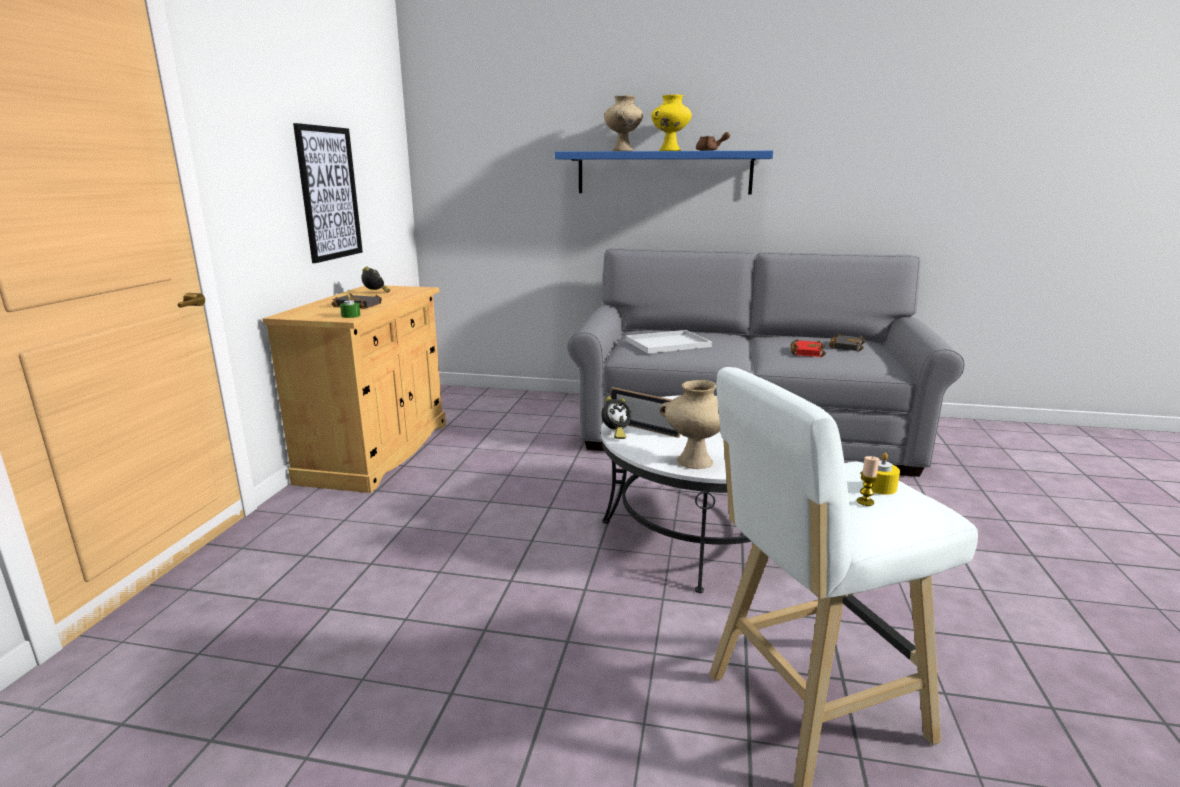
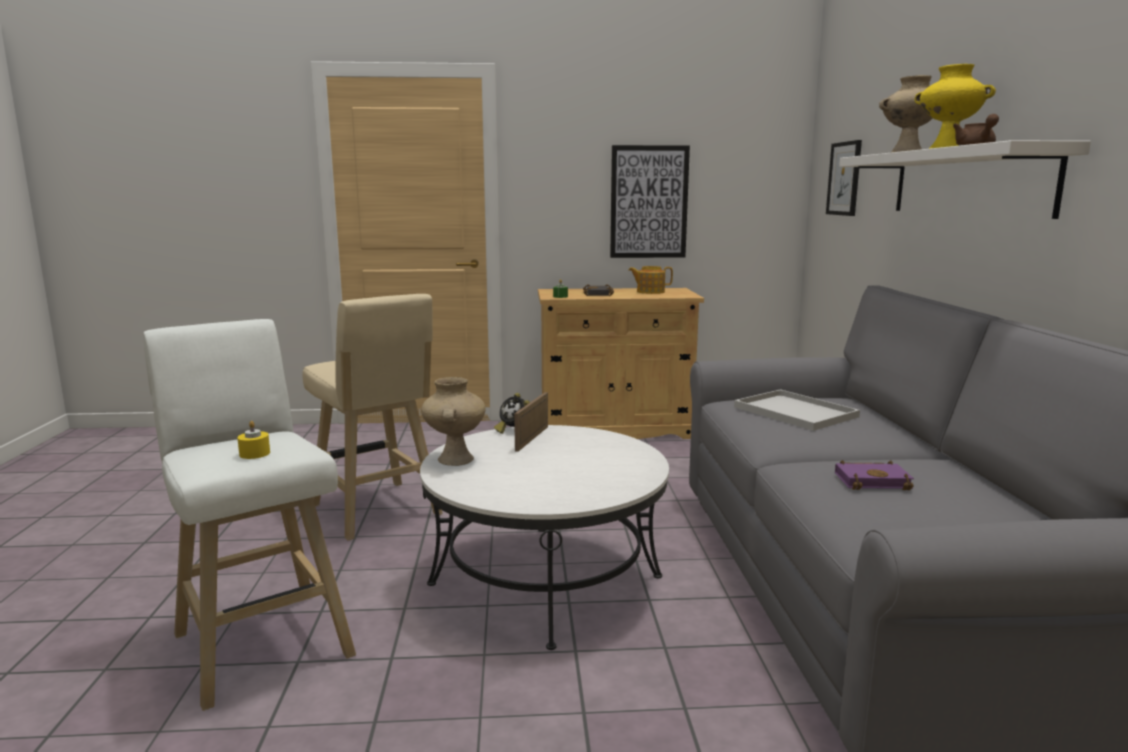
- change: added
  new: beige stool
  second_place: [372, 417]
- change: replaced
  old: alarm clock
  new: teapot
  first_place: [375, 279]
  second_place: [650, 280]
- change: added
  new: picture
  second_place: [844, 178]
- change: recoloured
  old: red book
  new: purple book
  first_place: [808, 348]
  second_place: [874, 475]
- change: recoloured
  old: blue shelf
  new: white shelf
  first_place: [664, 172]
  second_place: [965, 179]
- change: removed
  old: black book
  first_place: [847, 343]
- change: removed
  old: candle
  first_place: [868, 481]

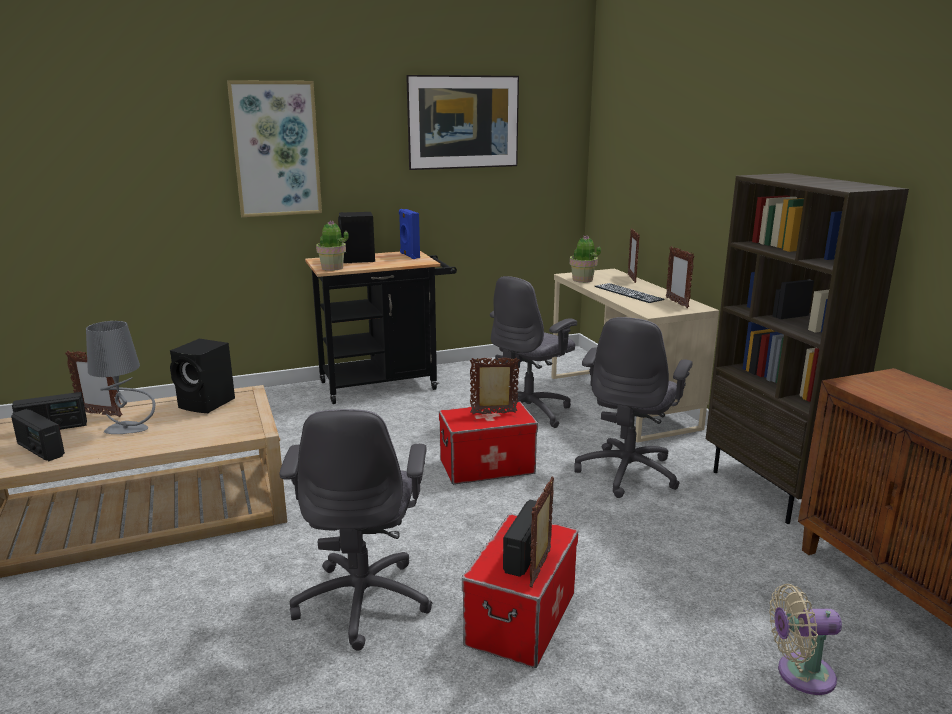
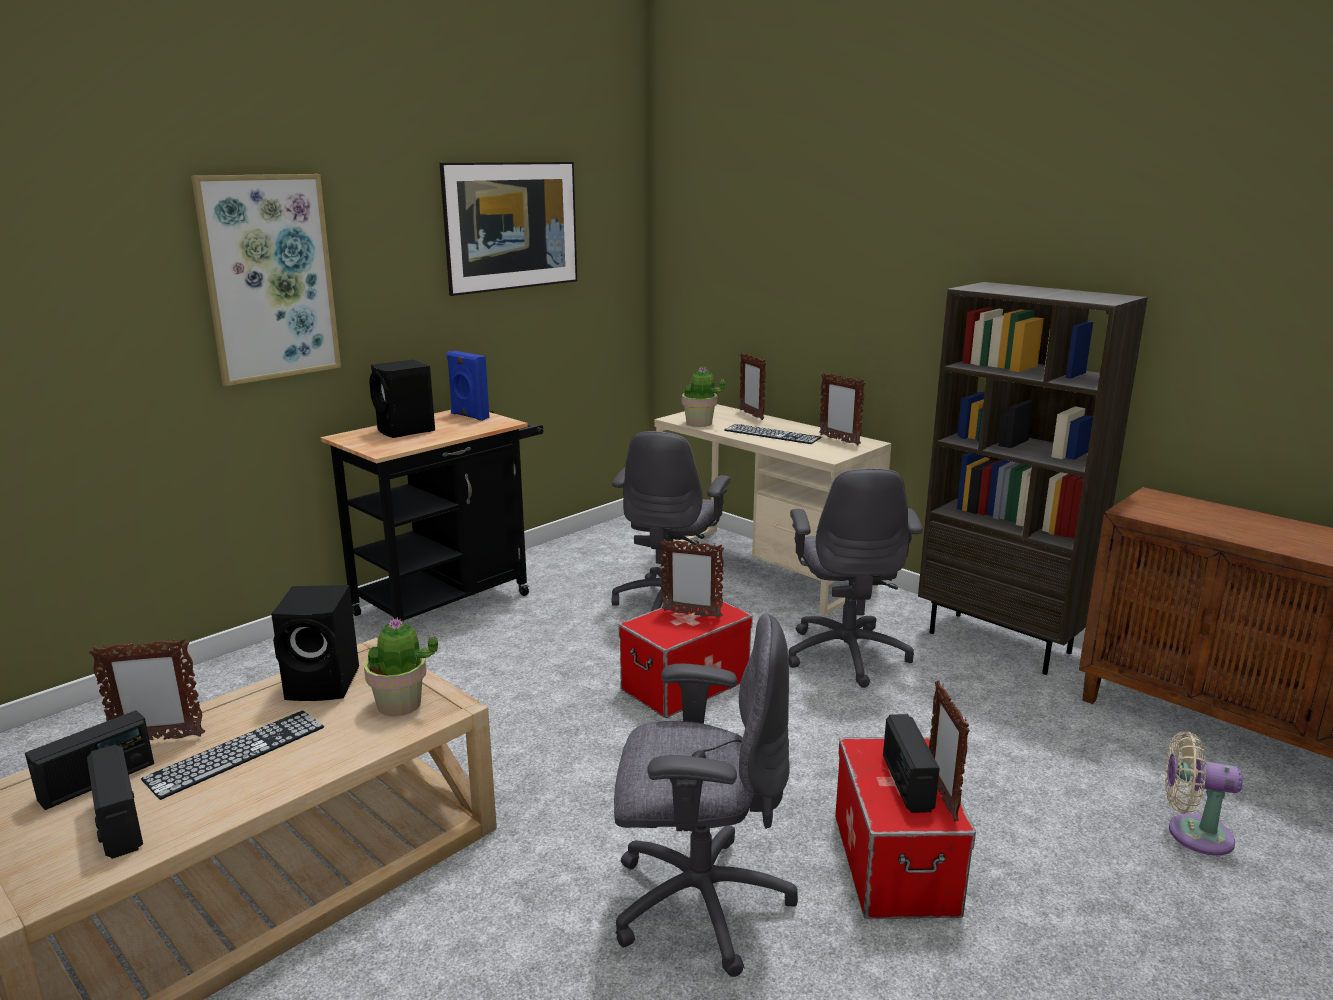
- change: turned
  old: radio
  first_place: [38, 435]
  second_place: [115, 802]
  degrees: 45
- change: replaced
  old: grey table lamp
  new: keyboard
  first_place: [120, 377]
  second_place: [232, 755]
- change: moved
  old: potted plant
  first_place: [332, 245]
  second_place: [401, 666]
- change: turned
  old: grey office chair
  first_place: [356, 529]
  second_place: [706, 795]
  degrees: -60
- change: turned
  old: picture frame
  first_place: [495, 386]
  second_place: [692, 578]
  degrees: -135
- change: turned
  old: beige fan
  first_place: [805, 639]
  second_place: [1204, 793]
  degrees: 45

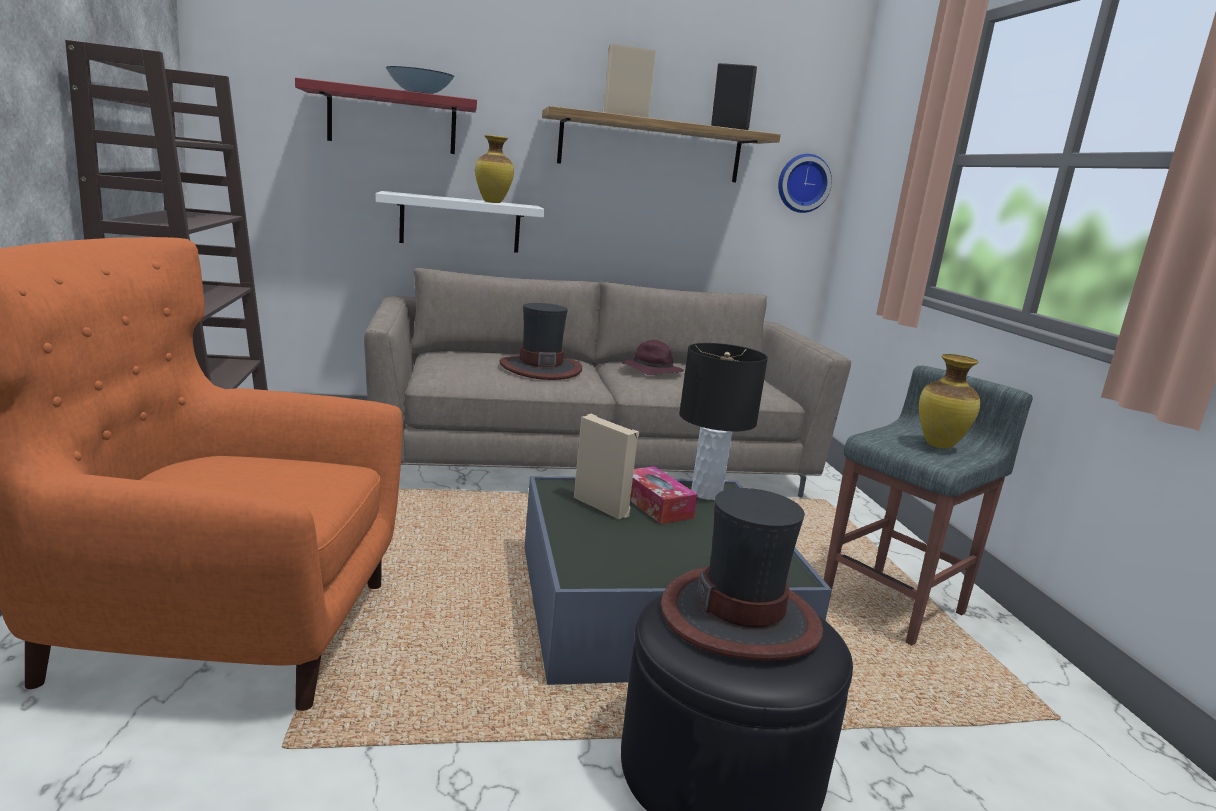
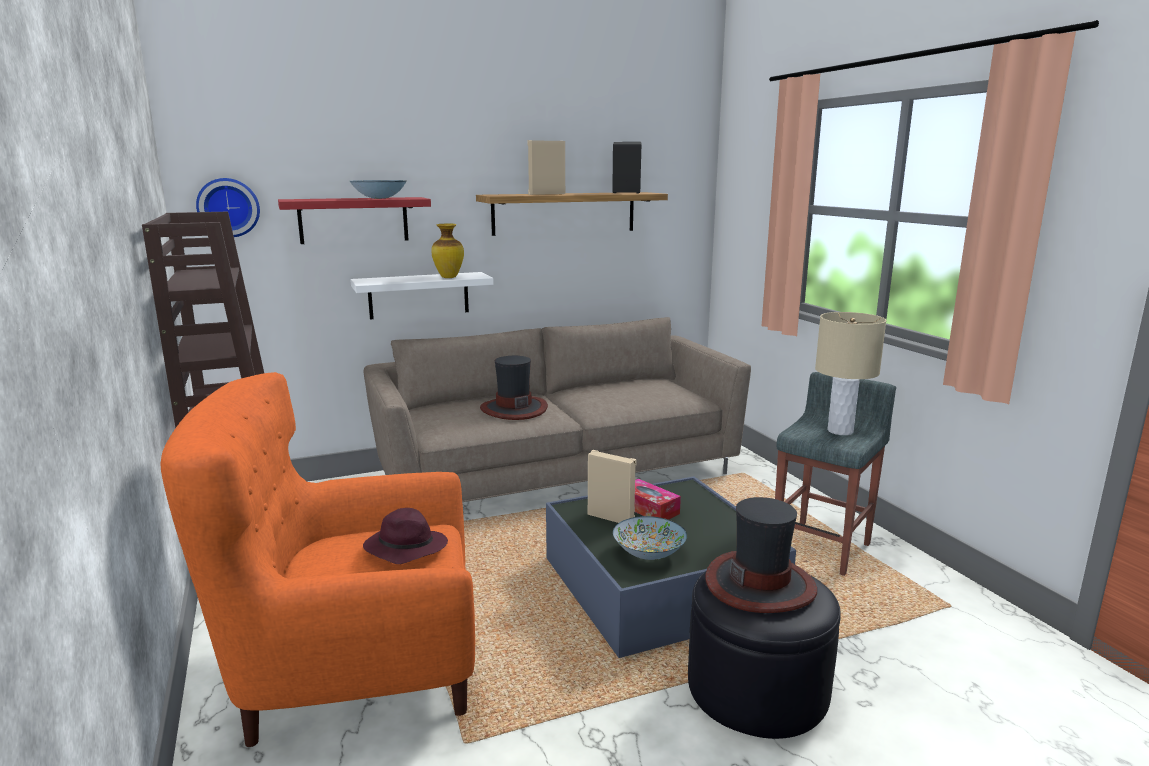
- change: moved
  old: wall clock
  first_place: [805, 183]
  second_place: [228, 207]
- change: moved
  old: purple hat
  first_place: [652, 357]
  second_place: [405, 536]
- change: added
  new: bowl
  second_place: [650, 538]
- change: replaced
  old: vase
  new: beige table lamp
  first_place: [949, 401]
  second_place: [851, 373]
- change: removed
  old: black table lamp
  first_place: [723, 421]

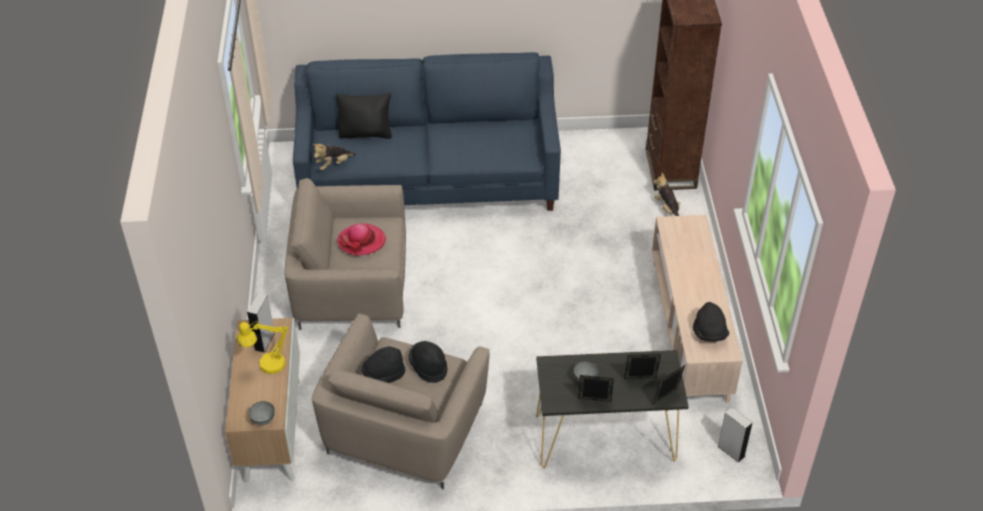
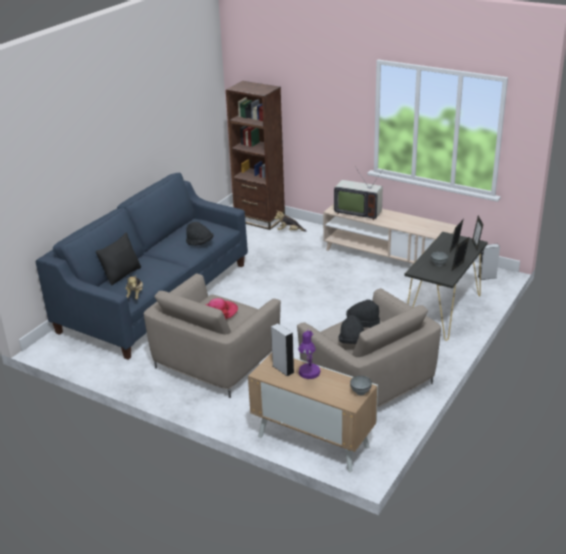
- change: moved
  old: black hat
  first_place: [711, 322]
  second_place: [200, 234]
- change: recoloured
  old: yellow table lamp
  new: purple table lamp
  first_place: [262, 348]
  second_place: [309, 354]
- change: added
  new: television
  second_place: [358, 194]

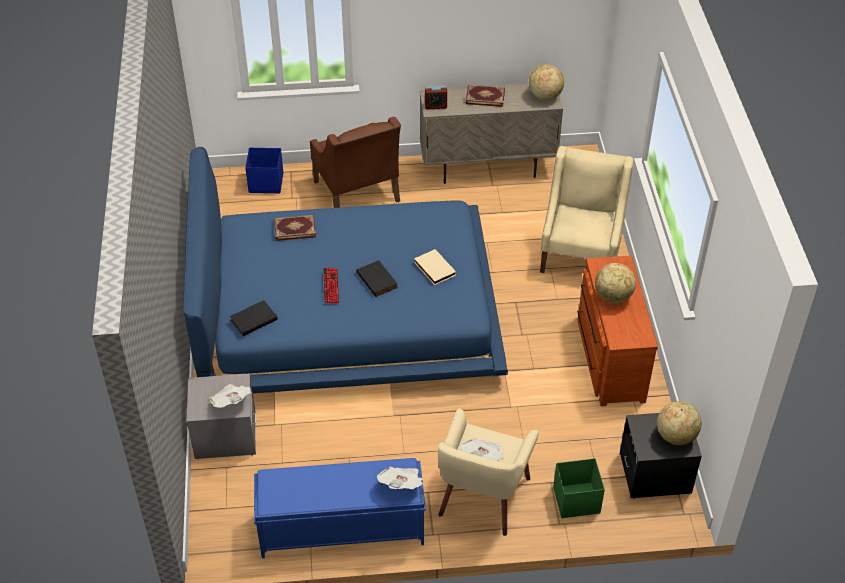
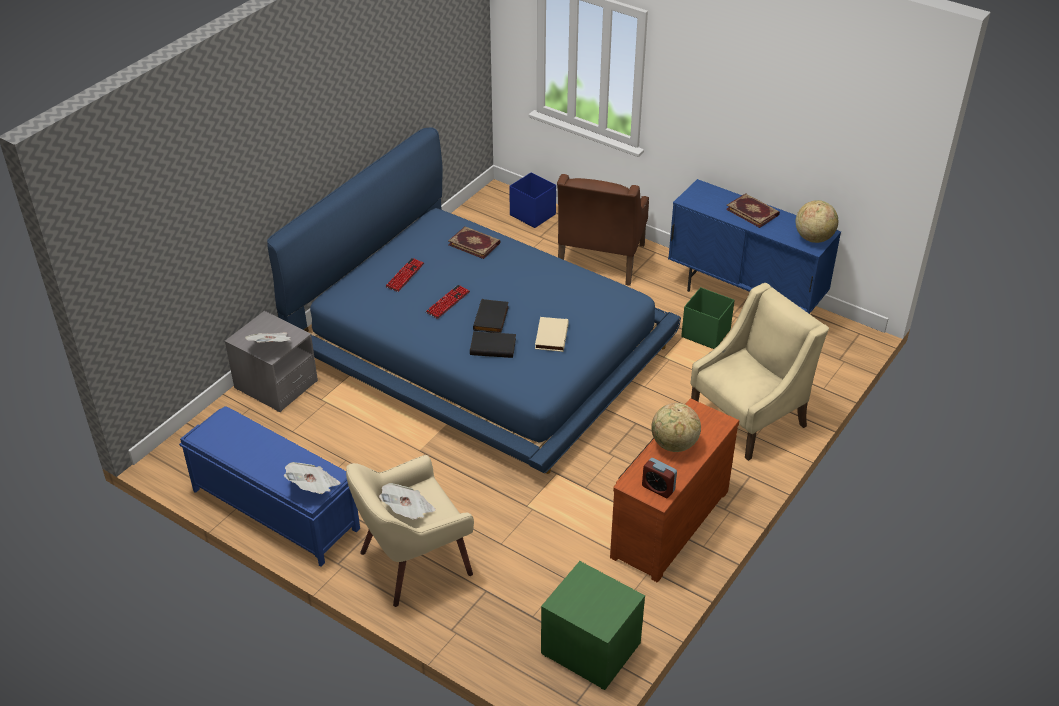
- change: added
  new: keyboard
  second_place: [404, 275]
- change: moved
  old: black book
  first_place: [254, 318]
  second_place: [493, 344]
- change: recoloured
  old: black nightstand
  new: green nightstand
  first_place: [661, 456]
  second_place: [593, 625]
- change: moved
  old: alarm clock
  first_place: [436, 97]
  second_place: [659, 478]
- change: recoloured
  old: beige cabinet
  new: blue cabinet
  first_place: [491, 134]
  second_place: [754, 246]
- change: moved
  old: green storage box
  first_place: [579, 488]
  second_place: [708, 318]
- change: removed
  old: globe
  first_place: [679, 423]

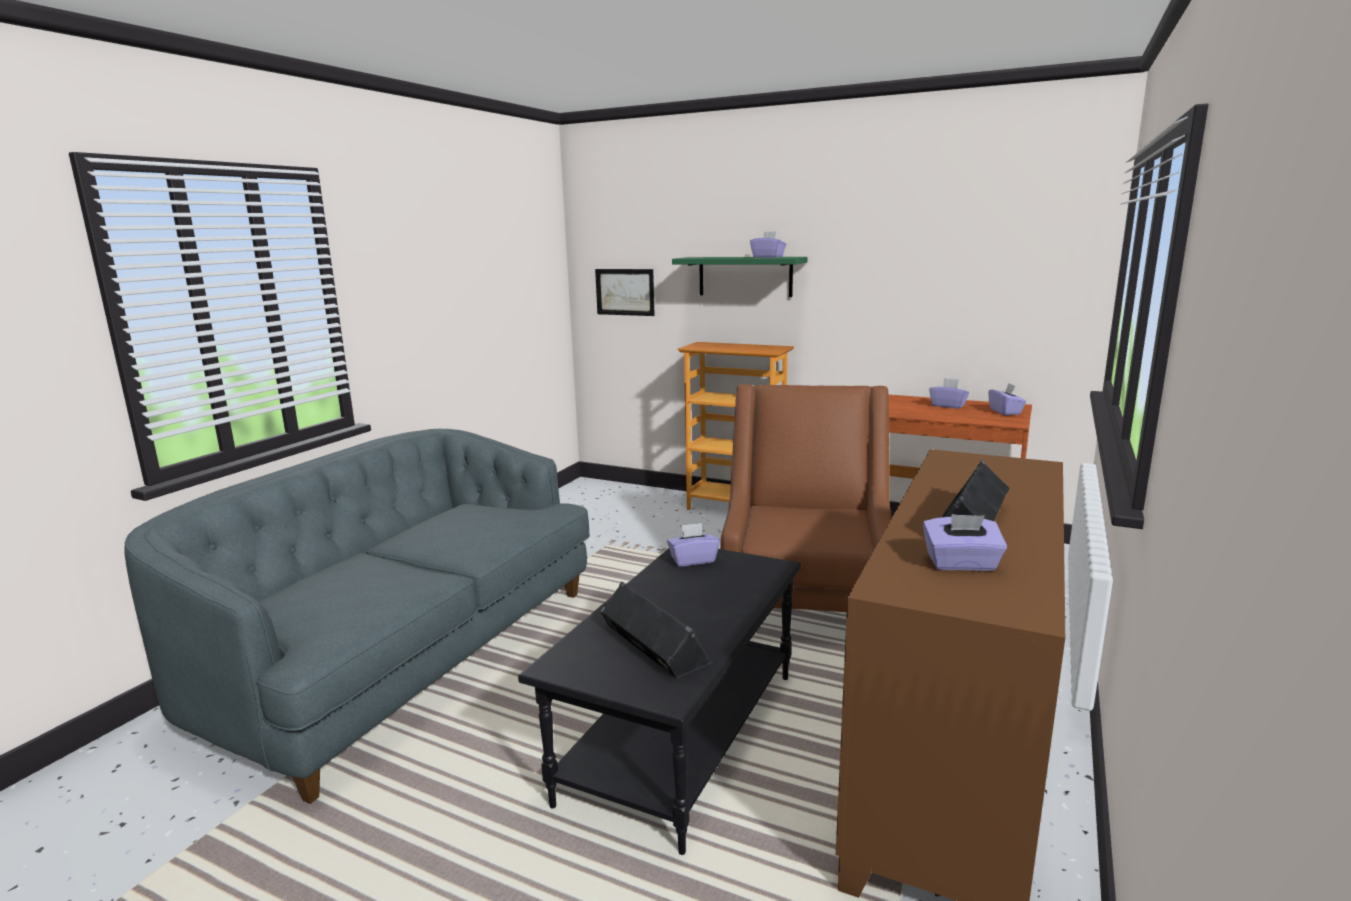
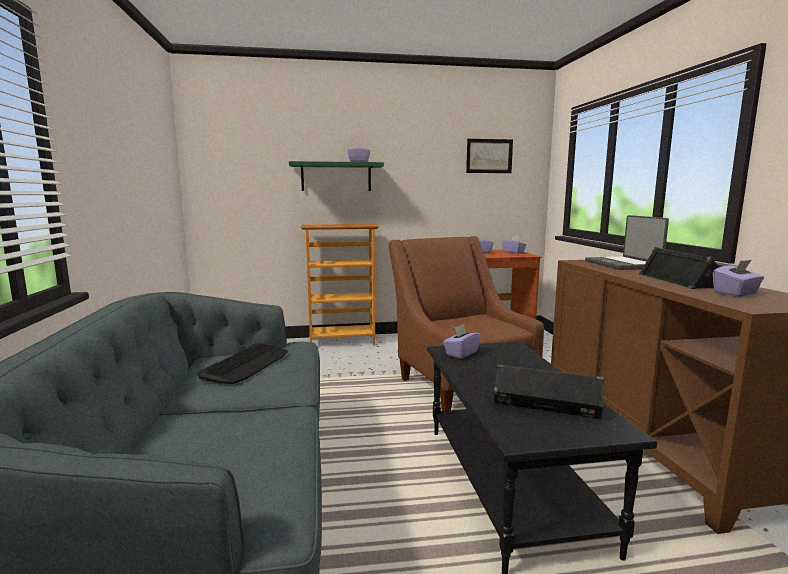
- change: added
  new: keyboard
  second_place: [243, 364]
- change: moved
  old: picture
  first_place: [625, 292]
  second_place: [489, 156]
- change: added
  new: laptop
  second_place: [627, 242]

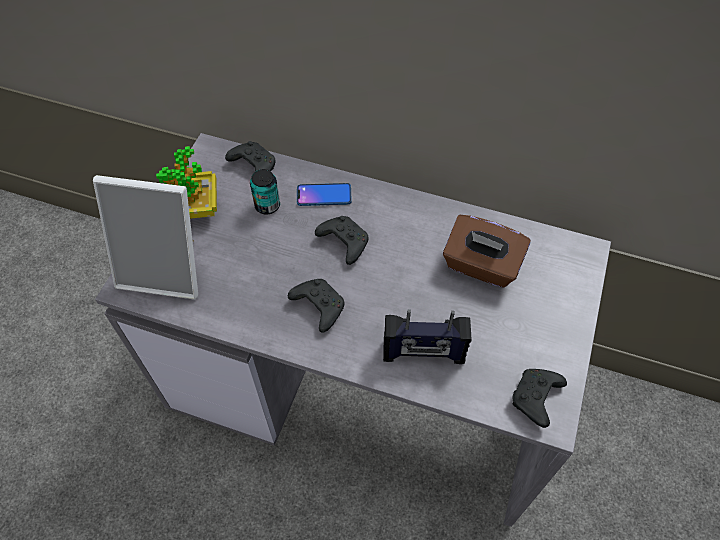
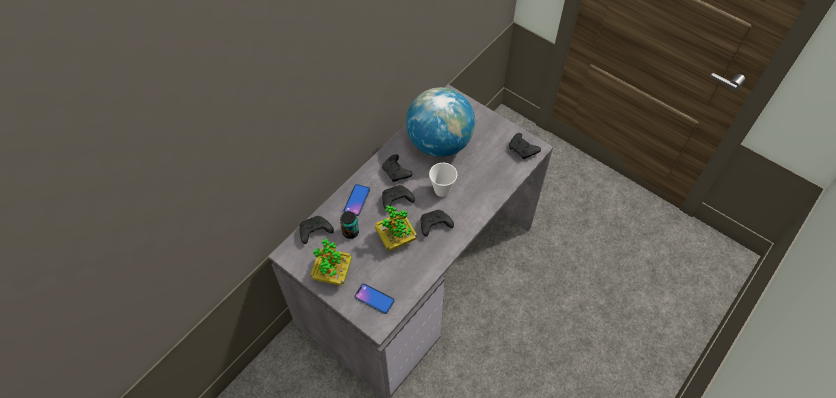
- change: replaced
  old: picture frame
  new: phone
  first_place: [145, 237]
  second_place: [374, 298]
- change: added
  new: potted plant
  second_place: [396, 228]
- change: added
  new: black game controller
  second_place: [397, 168]
- change: replaced
  old: brown tissue box
  new: globe
  first_place: [487, 251]
  second_place: [440, 122]
- change: added
  new: cup
  second_place: [443, 180]
- change: removed
  old: radio
  first_place: [427, 336]

